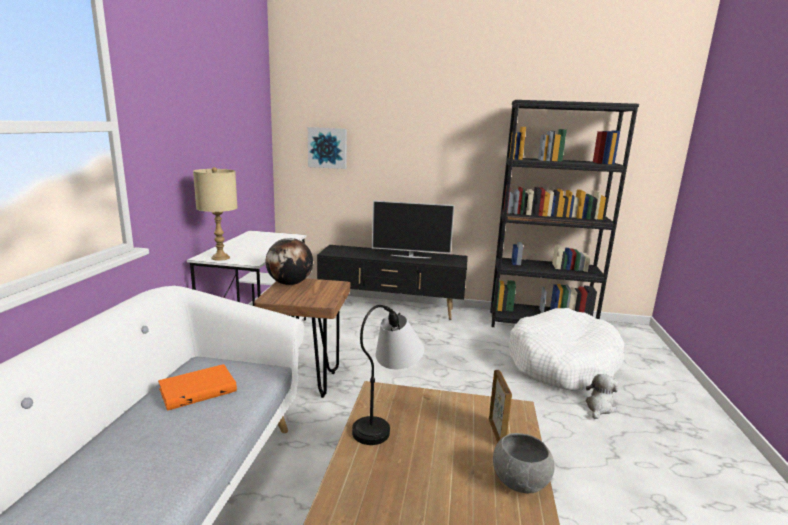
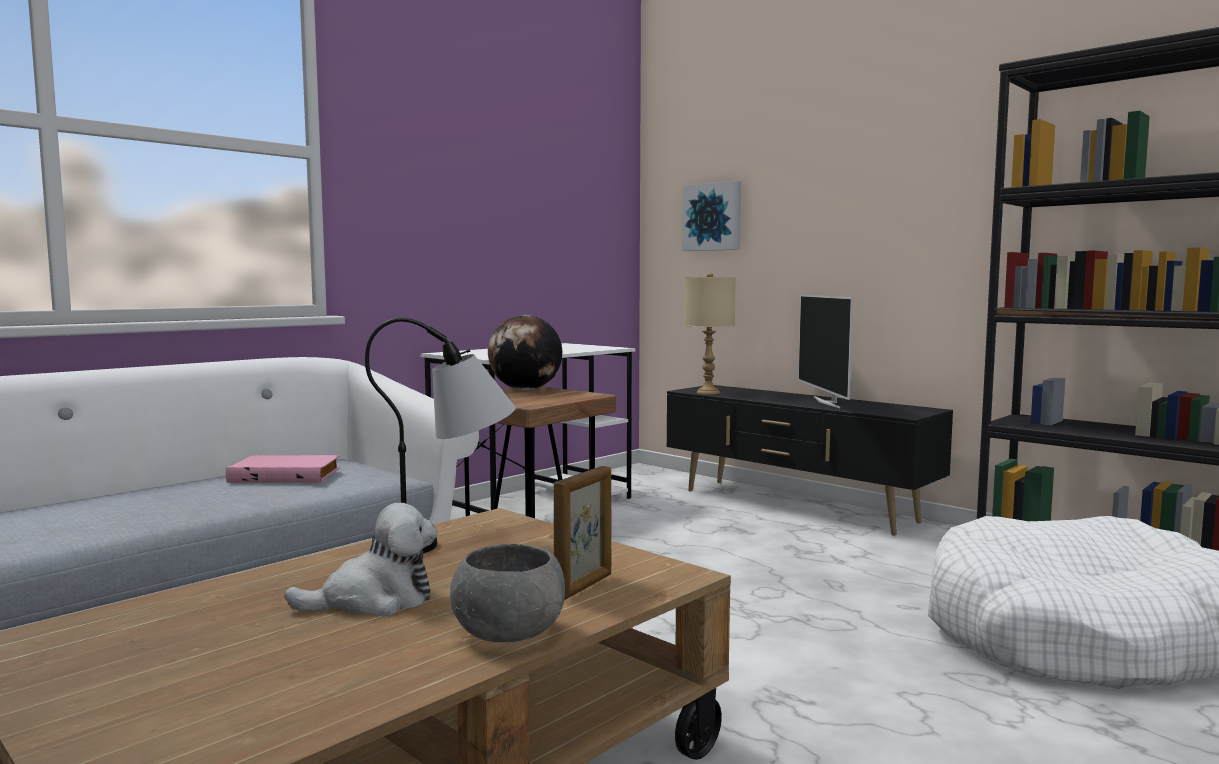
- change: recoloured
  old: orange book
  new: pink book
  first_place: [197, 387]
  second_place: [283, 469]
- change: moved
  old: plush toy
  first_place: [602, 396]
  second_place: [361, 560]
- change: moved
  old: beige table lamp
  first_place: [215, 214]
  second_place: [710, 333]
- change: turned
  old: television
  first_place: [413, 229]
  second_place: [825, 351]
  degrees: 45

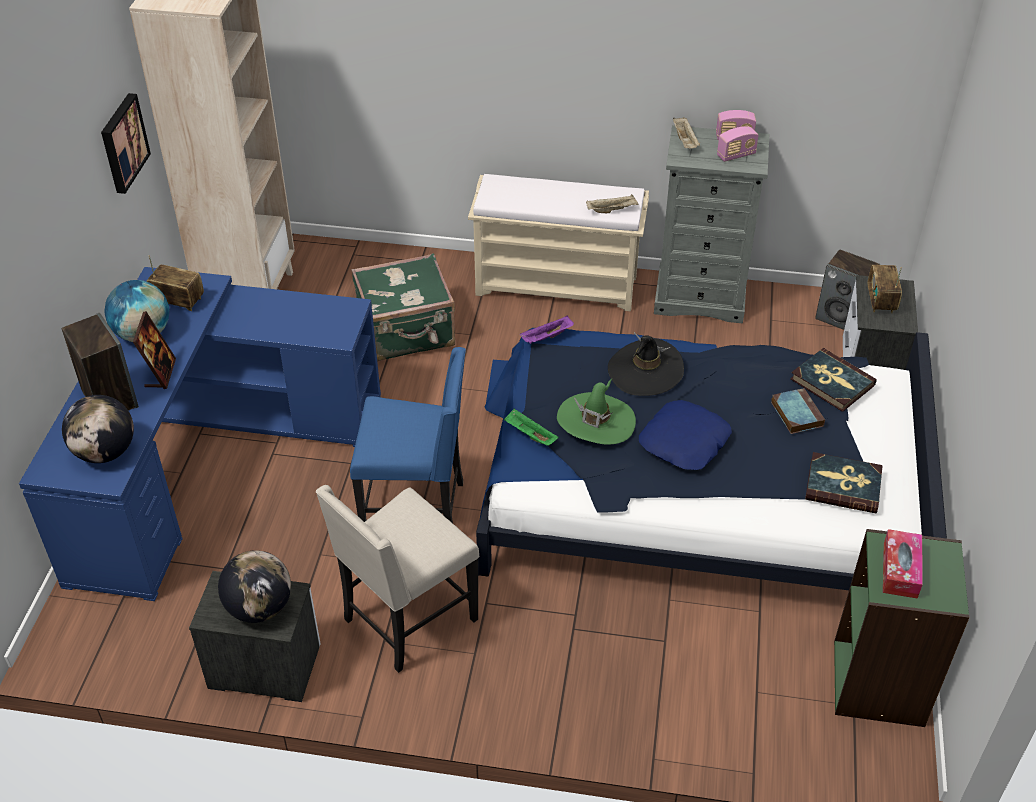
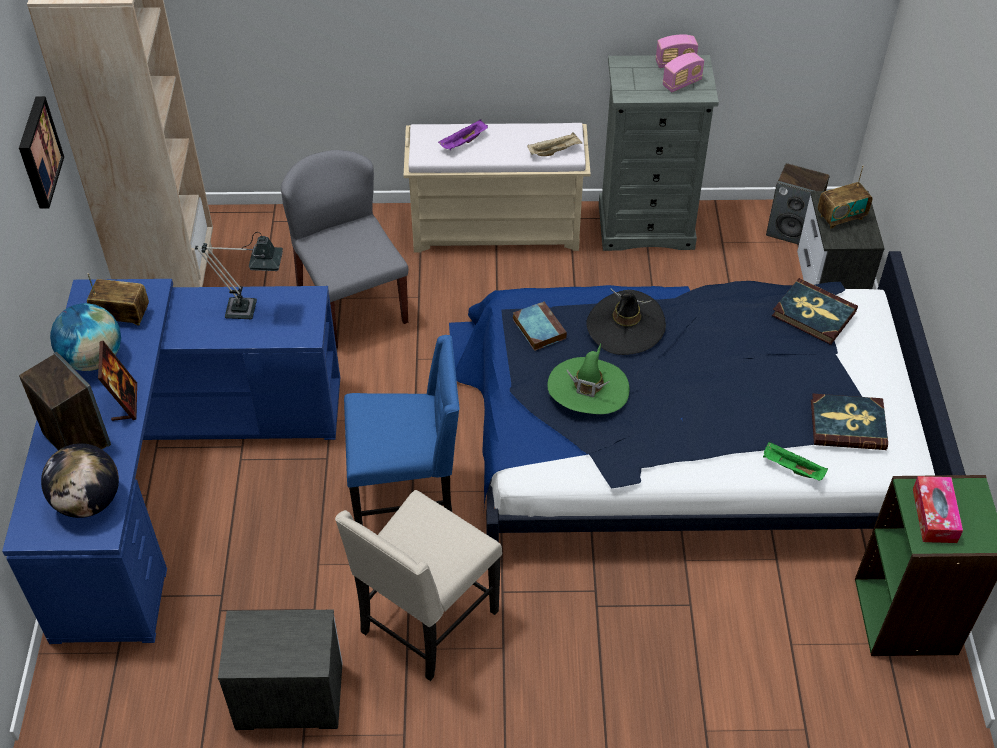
- change: added
  new: table lamp
  second_place: [239, 275]
- change: replaced
  old: green suitcase
  new: grey chair
  first_place: [403, 307]
  second_place: [344, 249]
- change: moved
  old: purple tray
  first_place: [547, 329]
  second_place: [463, 134]
- change: moved
  old: book
  first_place: [798, 411]
  second_place: [540, 326]
- change: moved
  old: green tray
  first_place: [531, 426]
  second_place: [795, 461]
- change: turned
  old: radio
  first_place: [884, 289]
  second_place: [845, 197]
  degrees: -105
- change: removed
  old: globe
  first_place: [254, 586]
- change: removed
  old: blue pillow
  first_place: [685, 435]
- change: removed
  old: beige tray
  first_place: [686, 133]

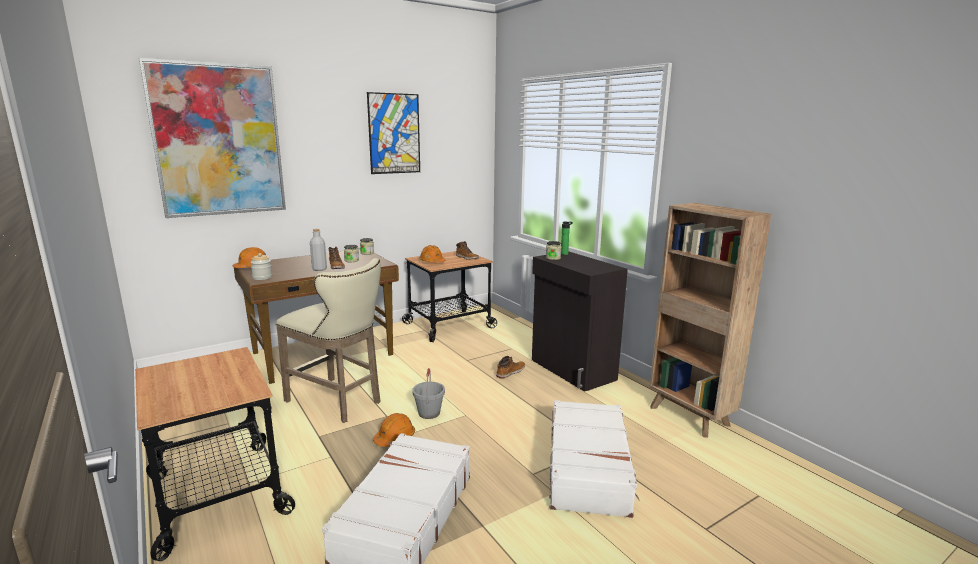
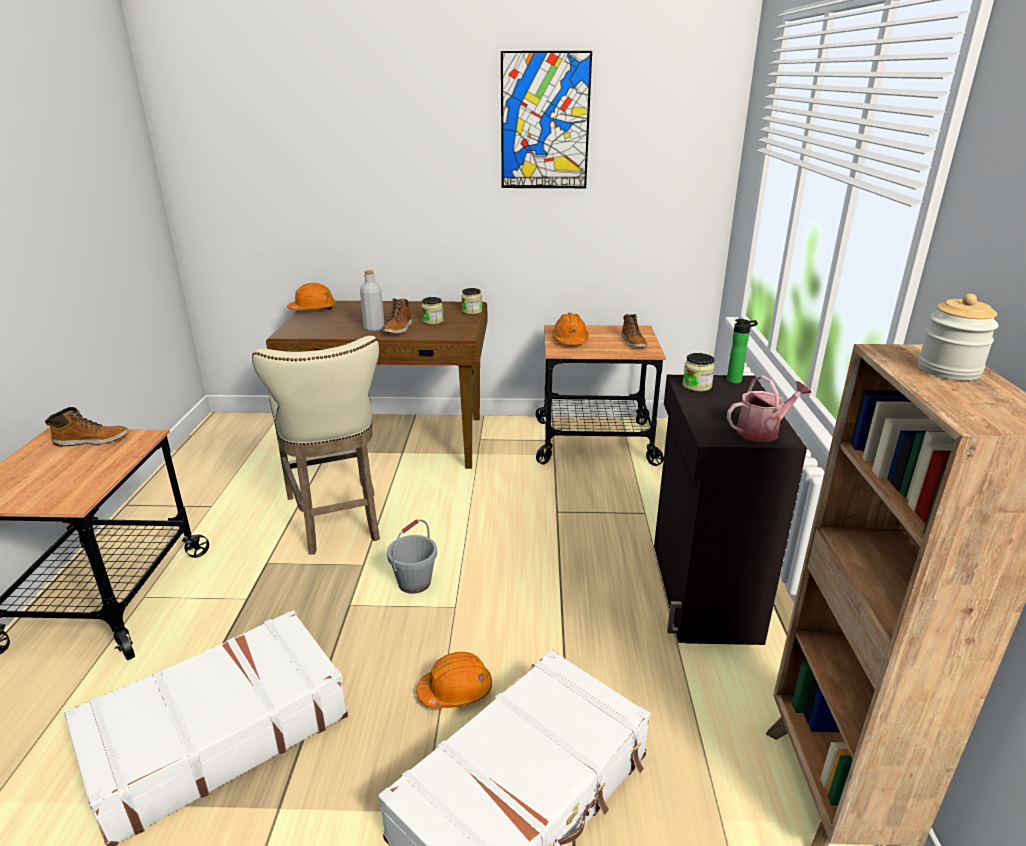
- change: moved
  old: boot
  first_place: [510, 367]
  second_place: [86, 427]
- change: moved
  old: orange hard hat
  first_place: [394, 430]
  second_place: [454, 680]
- change: added
  new: watering can
  second_place: [769, 409]
- change: moved
  old: jar
  first_place: [261, 266]
  second_place: [958, 337]
- change: removed
  old: picture
  first_place: [212, 138]

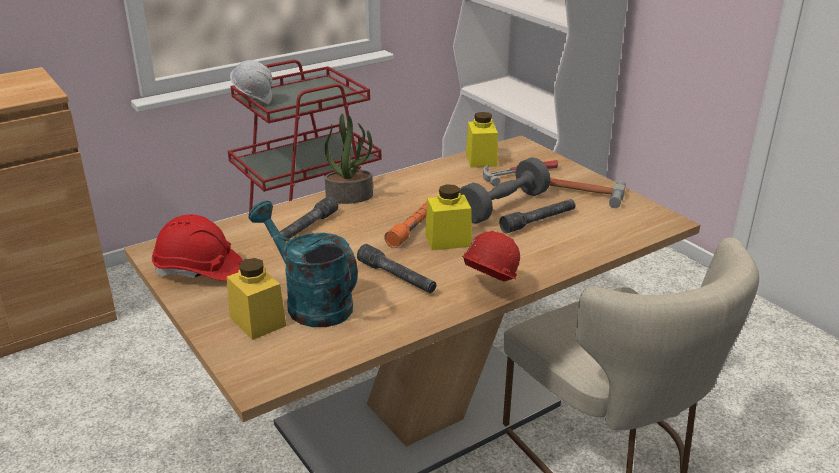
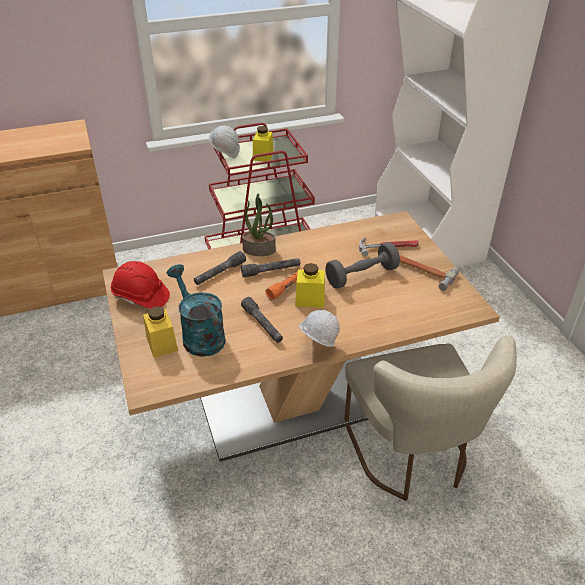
- change: moved
  old: grey flashlight
  first_place: [537, 216]
  second_place: [270, 268]
- change: moved
  old: yellow jar
  first_place: [482, 140]
  second_place: [263, 143]
- change: recoloured
  old: red hard hat
  new: white hard hat
  first_place: [491, 256]
  second_place: [319, 328]

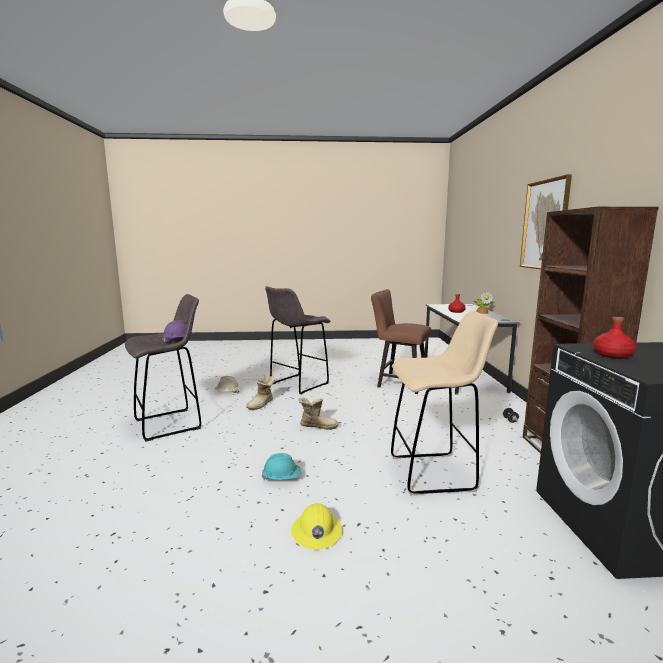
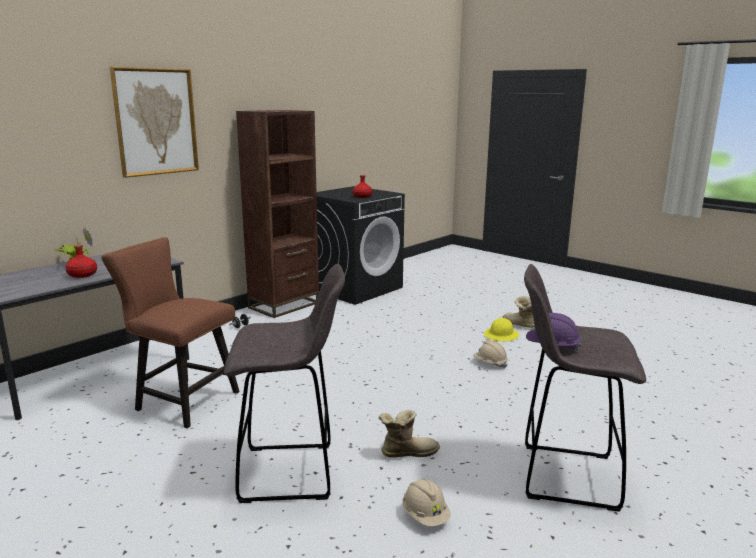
- change: turned
  old: brown chair
  first_place: [401, 341]
  second_place: [171, 332]
  degrees: 135
- change: recoloured
  old: turquoise hard hat
  new: beige hard hat
  first_place: [281, 466]
  second_place: [490, 354]
- change: moved
  old: boot
  first_place: [319, 413]
  second_place: [519, 312]
- change: removed
  old: beige stool
  first_place: [444, 403]

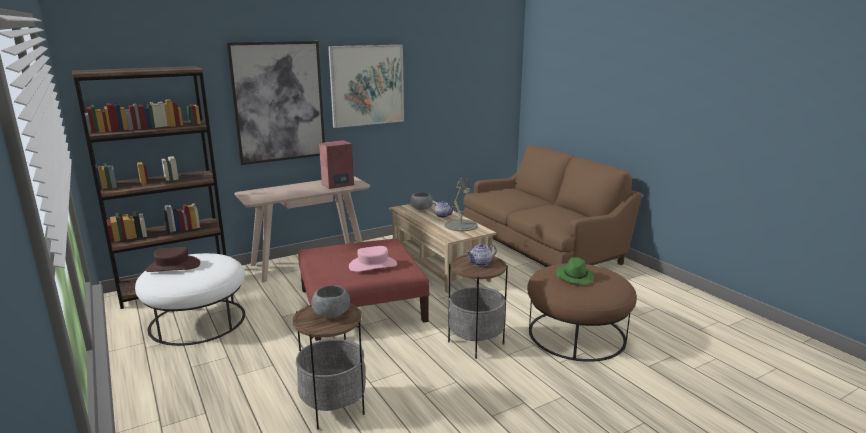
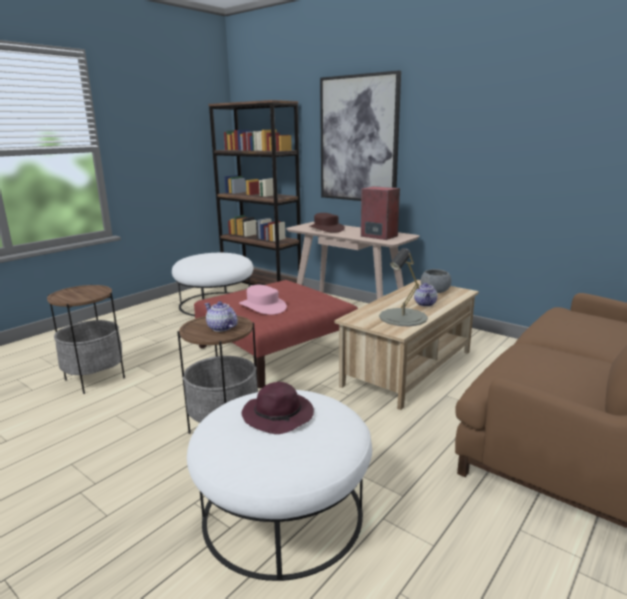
- change: recoloured
  old: brown ottoman
  new: white ottoman
  first_place: [582, 312]
  second_place: [279, 485]
- change: recoloured
  old: green hat
  new: purple hat
  first_place: [575, 270]
  second_place: [278, 408]
- change: moved
  old: brown hat
  first_place: [173, 259]
  second_place: [327, 223]
- change: removed
  old: grey bowl
  first_place: [331, 301]
- change: removed
  old: picture
  first_place: [366, 86]

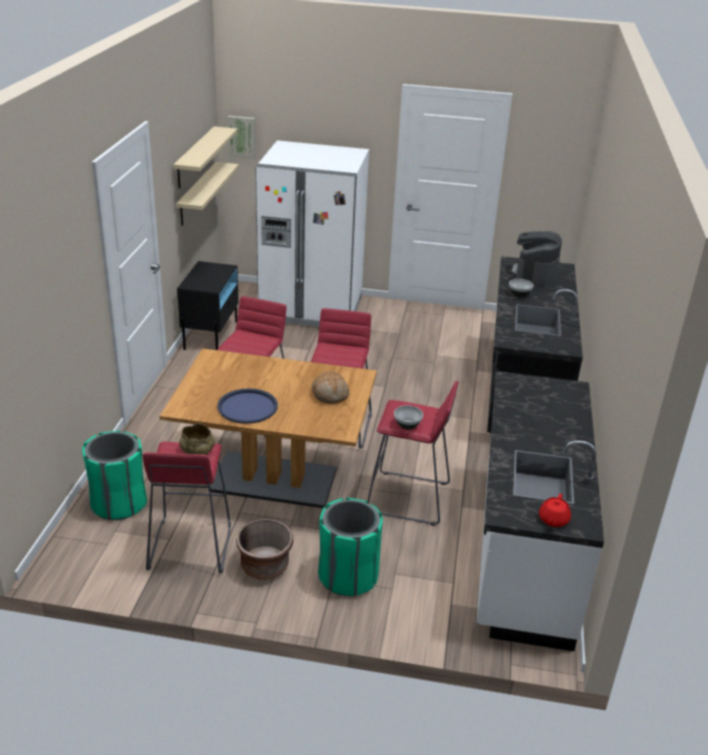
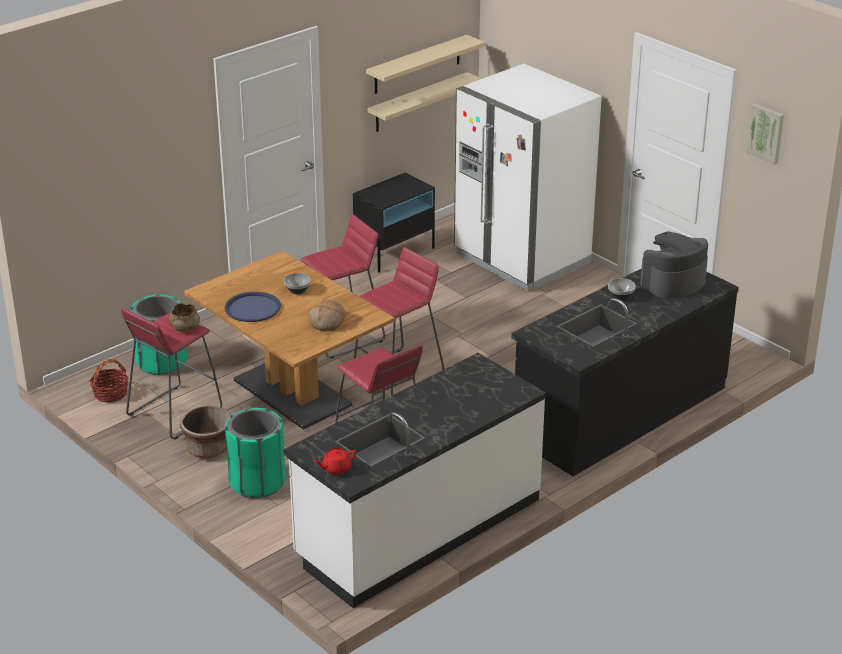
- change: added
  new: basket
  second_place: [109, 381]
- change: moved
  old: bowl
  first_place: [408, 417]
  second_place: [297, 283]
- change: moved
  old: picture
  first_place: [241, 137]
  second_place: [765, 134]

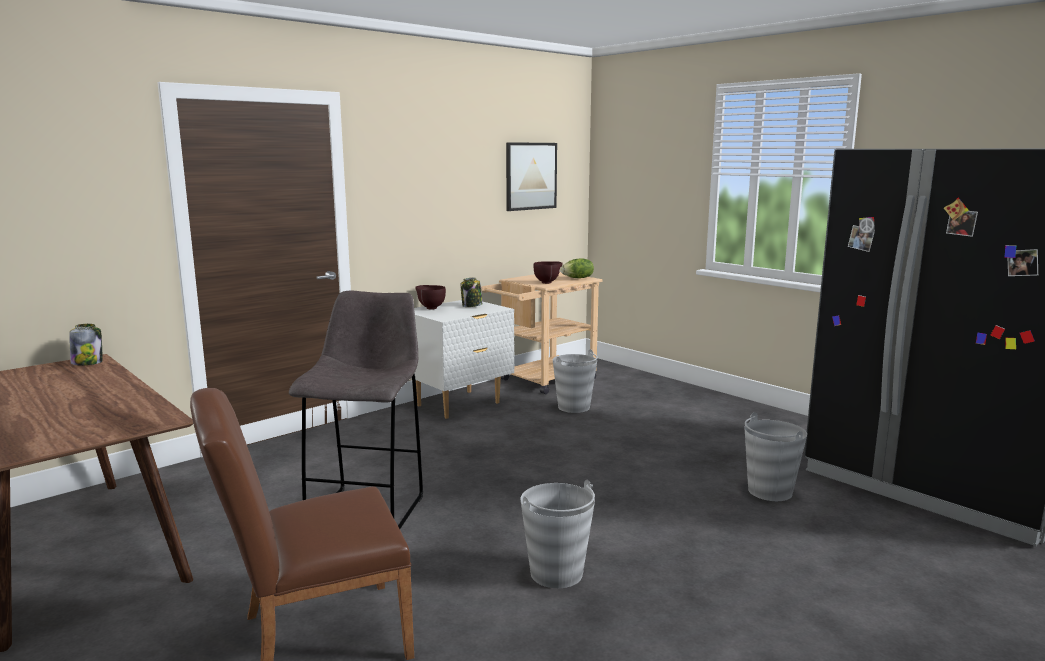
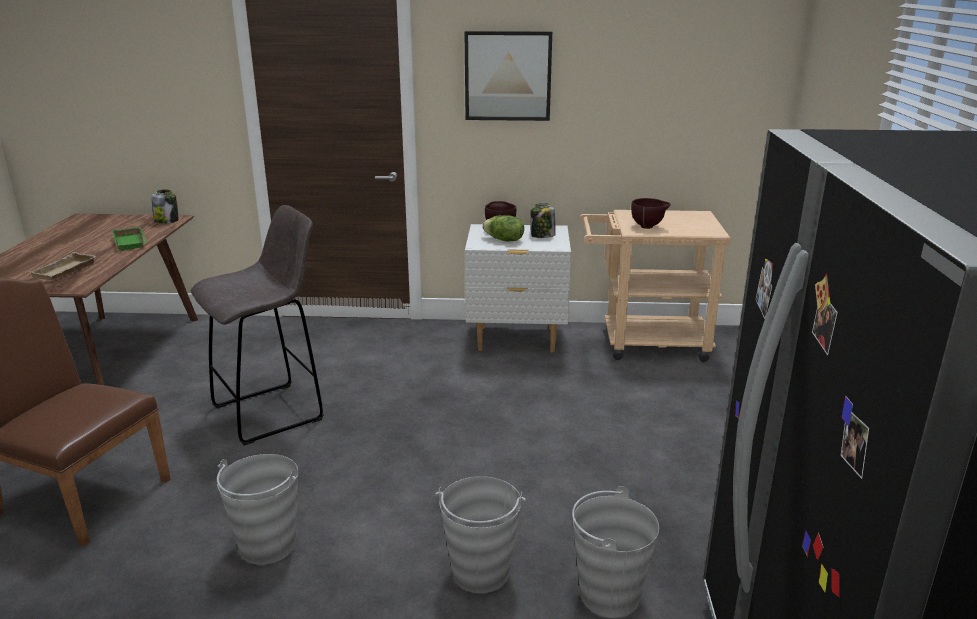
- change: added
  new: beige tray
  second_place: [62, 266]
- change: added
  new: green tray
  second_place: [129, 239]
- change: moved
  old: grey bucket
  first_place: [575, 381]
  second_place: [480, 534]
- change: moved
  old: picture
  first_place: [531, 176]
  second_place: [508, 76]
- change: moved
  old: lettuce
  first_place: [577, 268]
  second_place: [503, 228]

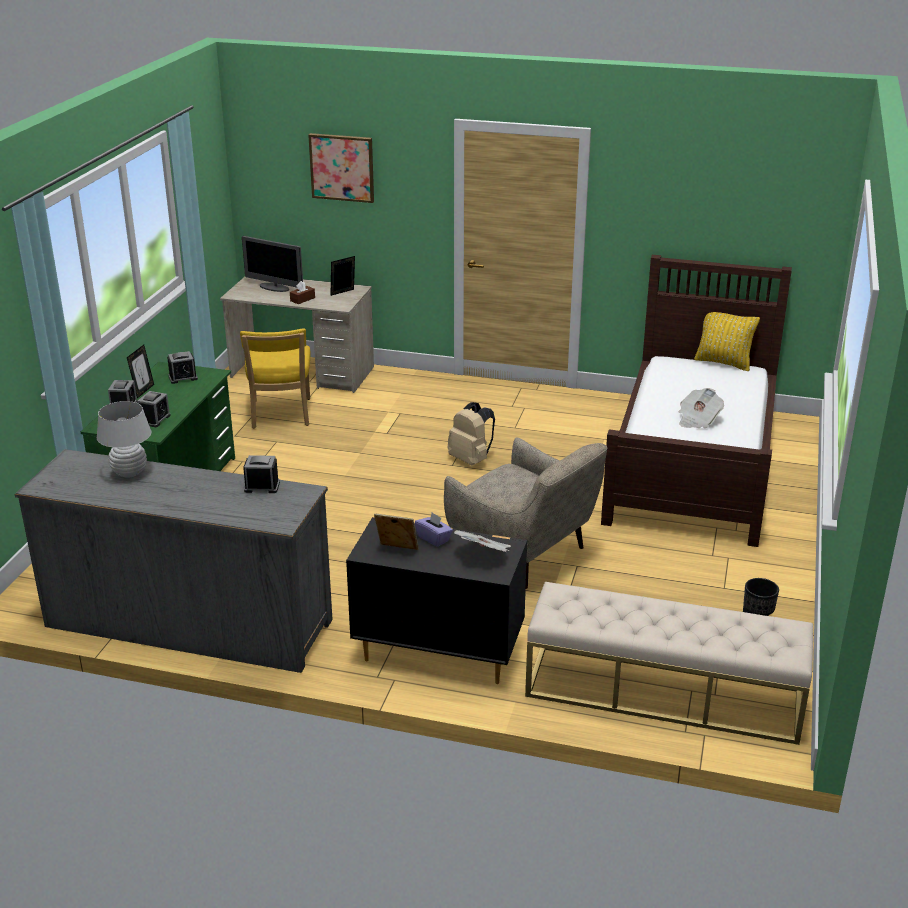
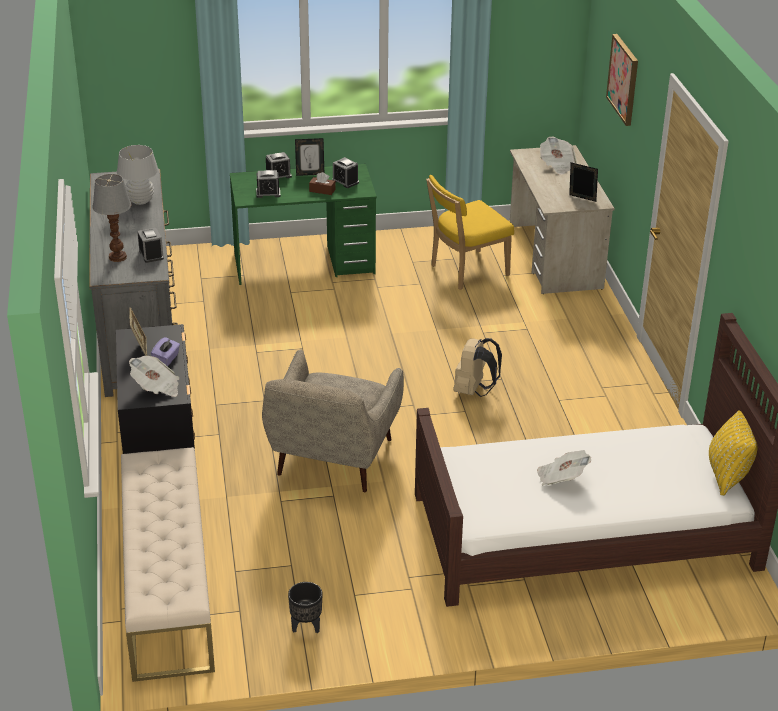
- change: added
  new: table lamp
  second_place: [112, 218]
- change: moved
  old: brown tissue box
  first_place: [302, 292]
  second_place: [322, 183]
- change: replaced
  old: monitor
  new: newspaper
  first_place: [272, 264]
  second_place: [558, 156]

